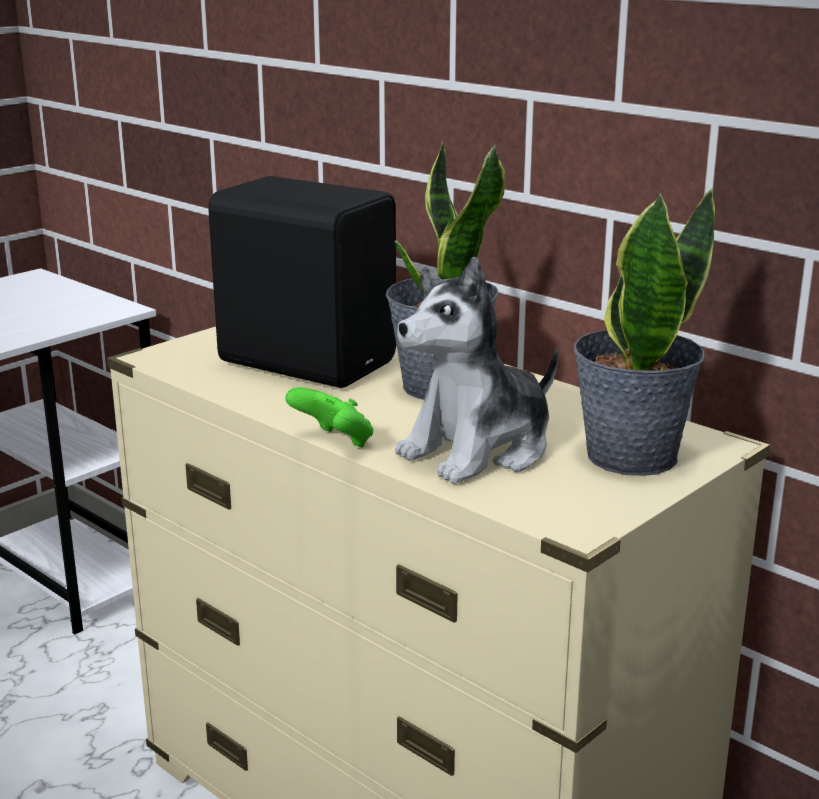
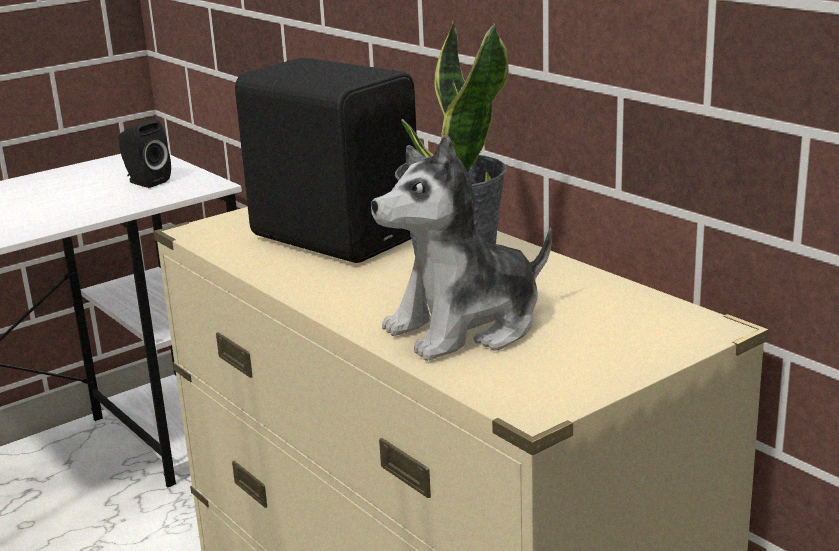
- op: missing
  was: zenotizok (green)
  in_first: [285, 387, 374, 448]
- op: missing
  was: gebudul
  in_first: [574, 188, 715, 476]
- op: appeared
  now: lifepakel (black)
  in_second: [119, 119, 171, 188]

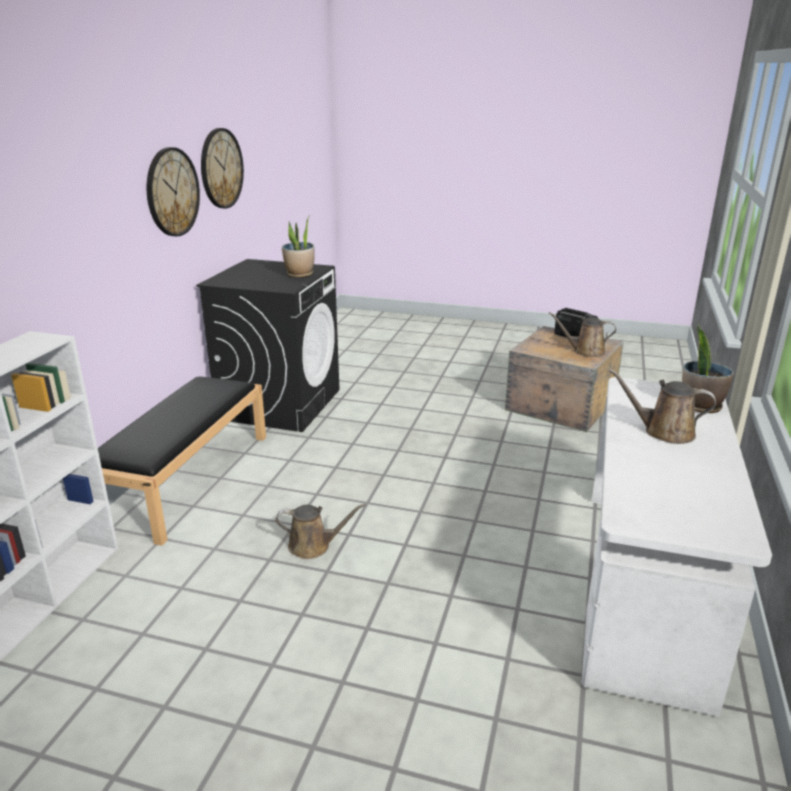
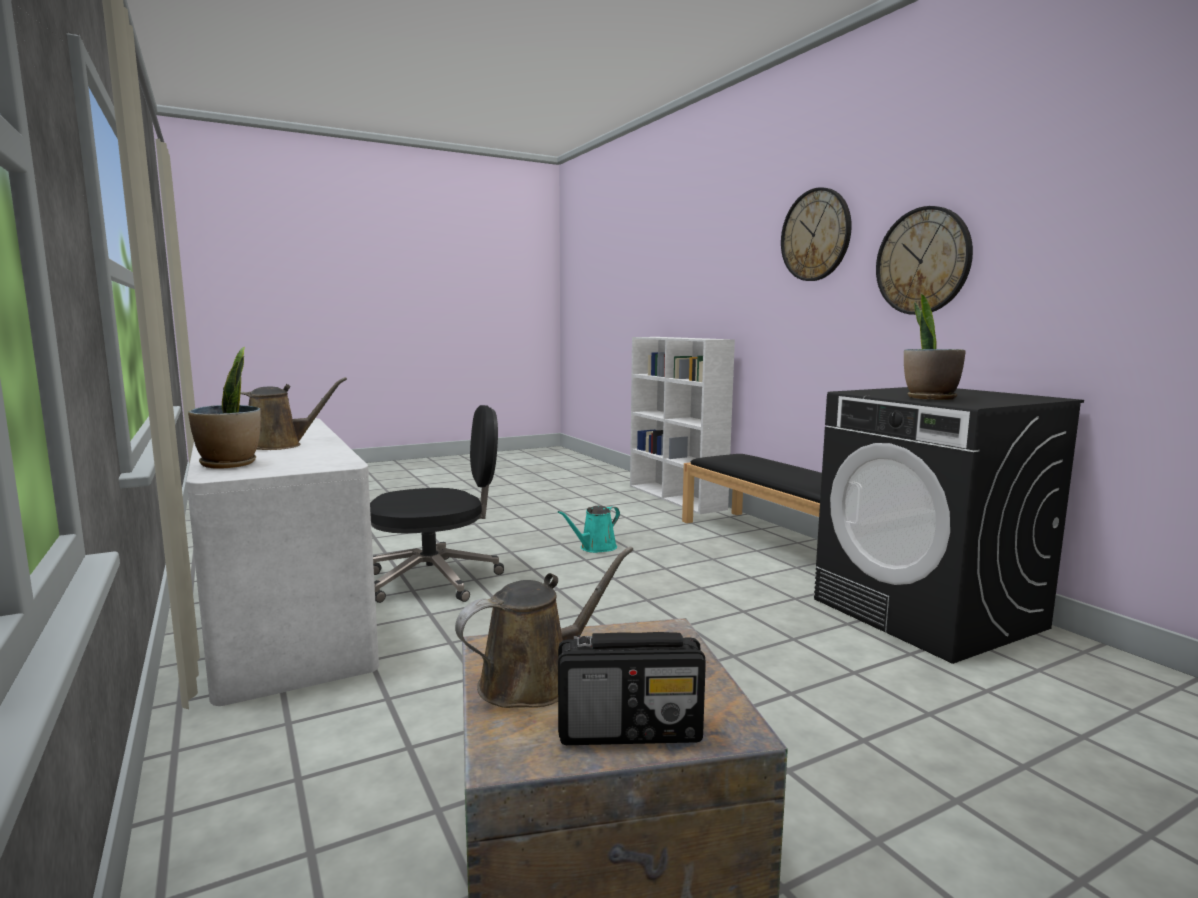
- op: appeared
  now: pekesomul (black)
  in_second: [370, 405, 504, 603]
- op: relocated
  was: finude
  in_first: [201, 128, 244, 208]
  in_second: [781, 187, 852, 281]
- op: colour
  was: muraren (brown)
  now: muraren (turquoise)
  in_first: [275, 504, 365, 559]
  in_second: [558, 506, 620, 553]

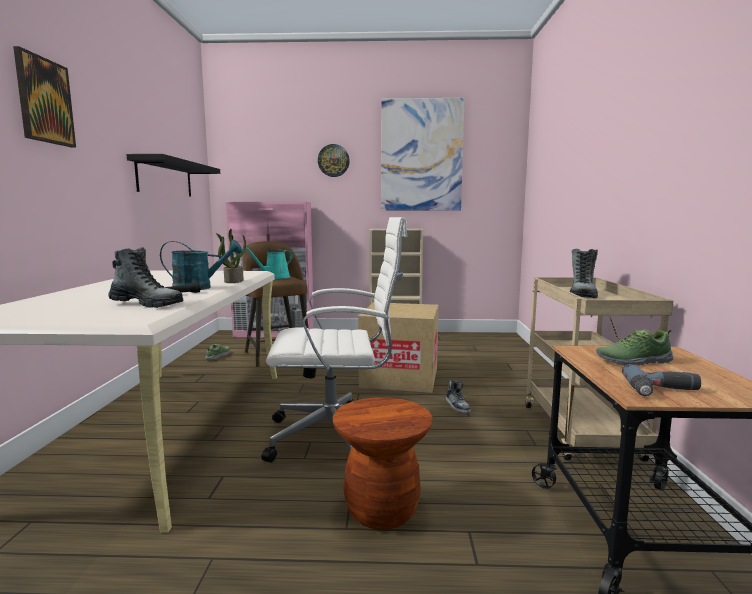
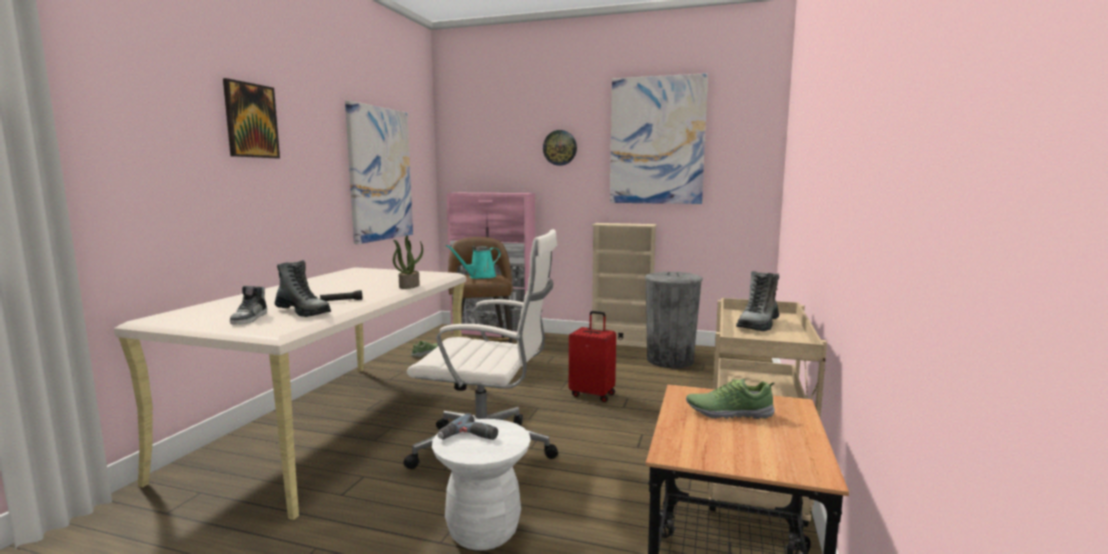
- op: missing
  was: muraren (turquoise)
  in_first: [160, 240, 242, 290]
- op: appeared
  now: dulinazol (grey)
  in_second: [645, 272, 703, 368]
- op: relocated
  was: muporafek
  in_first: [446, 380, 471, 413]
  in_second: [230, 286, 267, 324]
- op: relocated
  was: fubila
  in_first: [622, 364, 701, 396]
  in_second: [438, 413, 498, 440]
- op: exchanged
  was: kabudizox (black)
  now: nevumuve
  in_first: [126, 154, 220, 197]
  in_second: [345, 100, 413, 244]
- op: exchanged
  was: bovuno
  now: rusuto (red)
  in_first: [358, 302, 438, 393]
  in_second: [569, 311, 616, 402]
- op: colour
  was: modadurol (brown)
  now: modadurol (white)
  in_first: [333, 397, 432, 530]
  in_second: [432, 419, 531, 550]

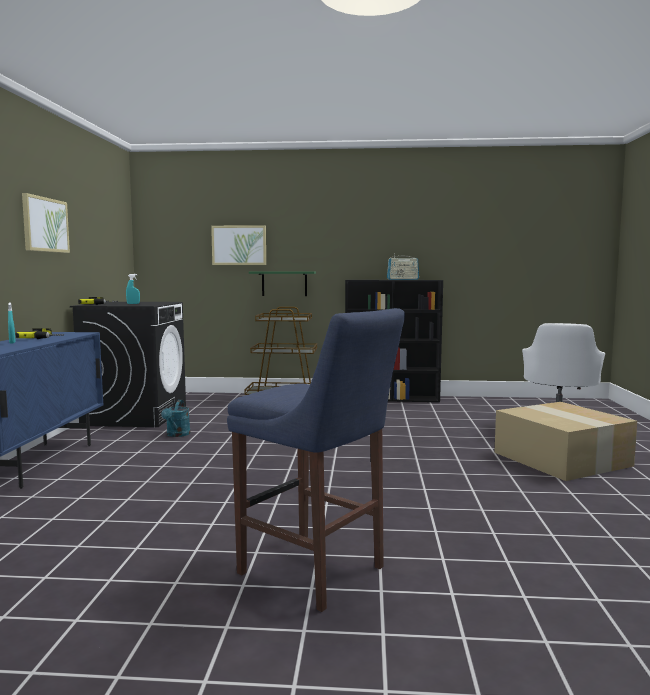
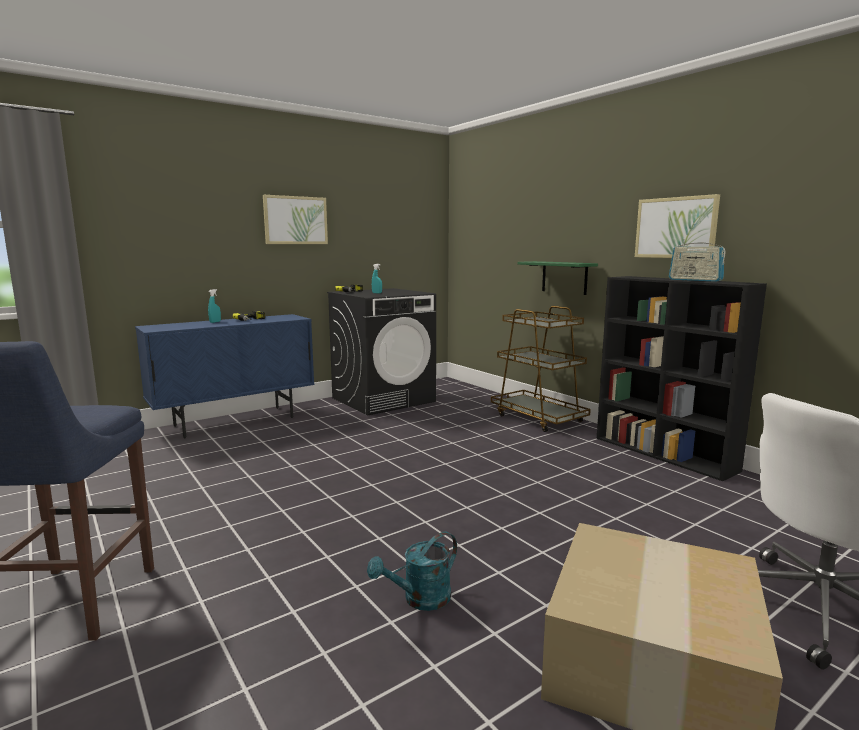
- op: relocated
  was: muraren (turquoise)
  in_first: [161, 400, 191, 437]
  in_second: [367, 531, 457, 611]
- op: relocated
  was: nevumuve
  in_first: [211, 225, 266, 265]
  in_second: [635, 194, 720, 258]

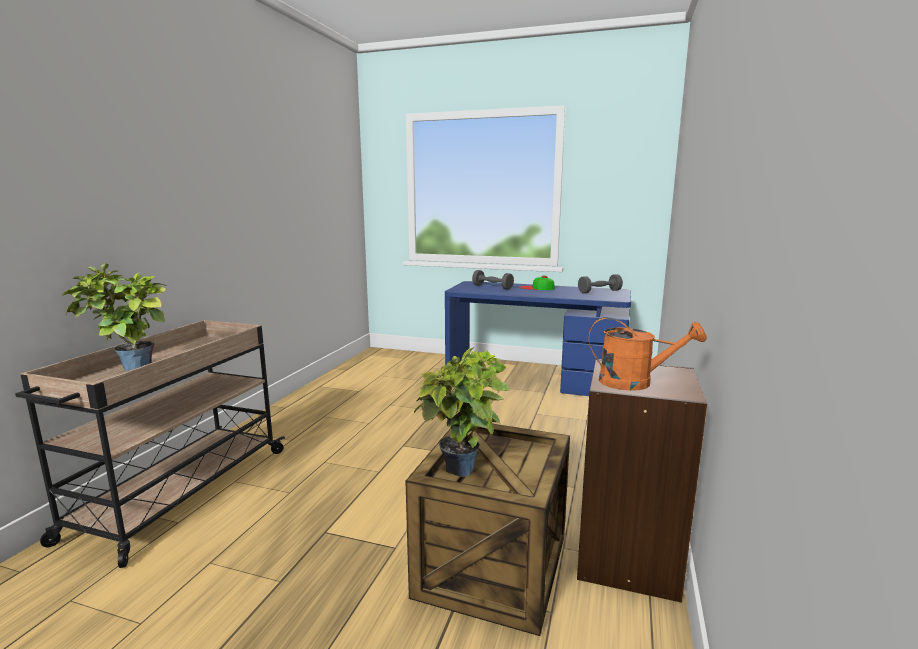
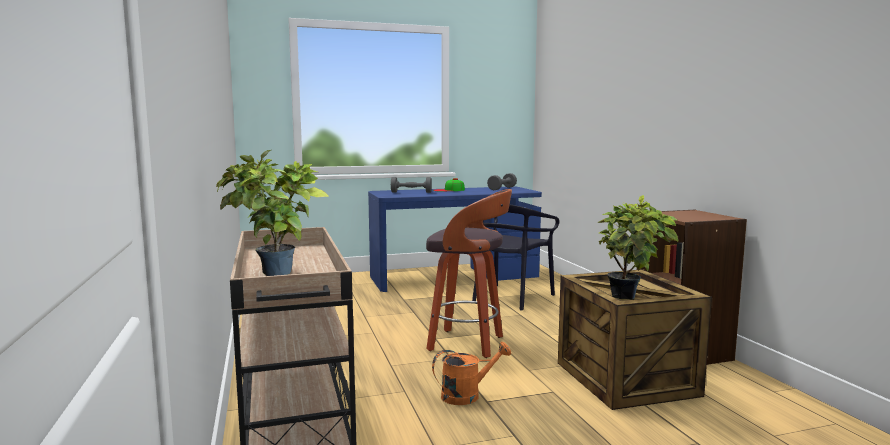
- op: appeared
  now: modadurol
  in_second: [426, 189, 512, 358]
- op: appeared
  now: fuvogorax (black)
  in_second: [472, 205, 559, 311]
- op: relocated
  was: muraren (orange)
  in_first: [589, 317, 707, 391]
  in_second: [432, 342, 511, 405]

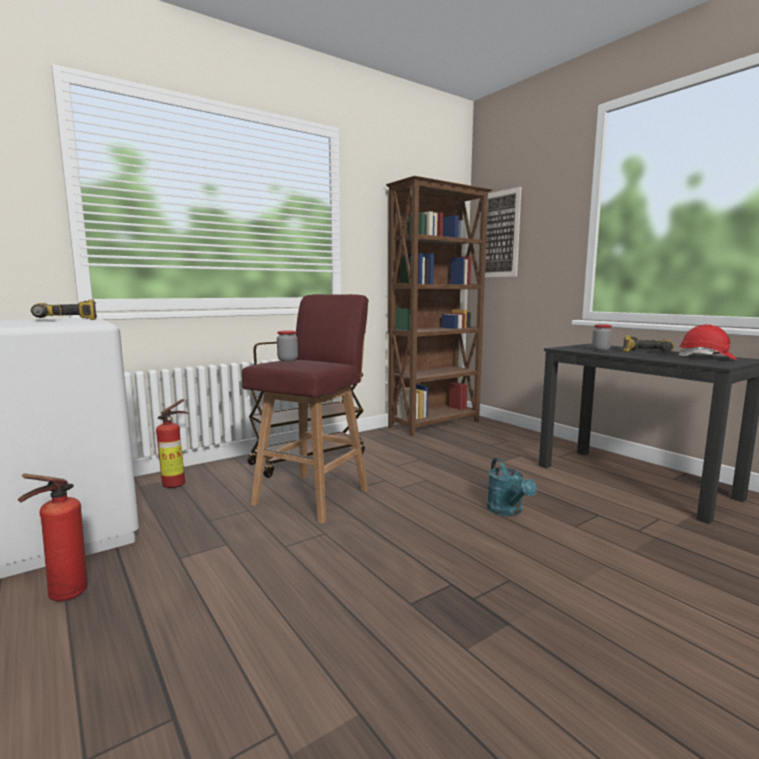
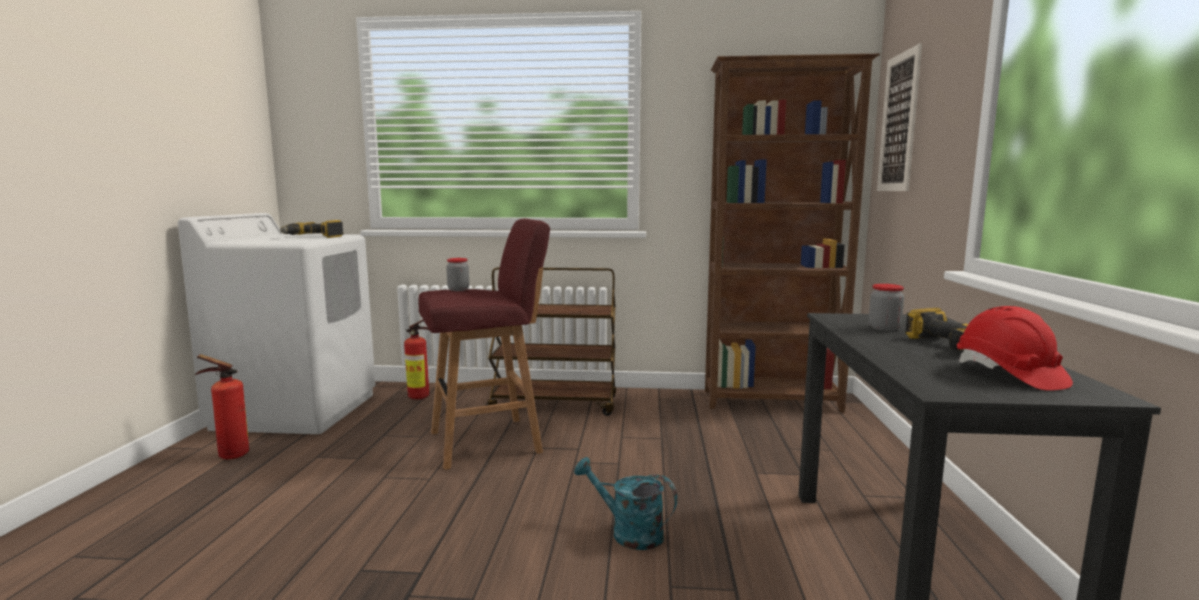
- op: spun
  was: muraren (turquoise)
  in_first: [487, 458, 537, 517]
  in_second: [574, 457, 678, 550]
  clockwise: 90

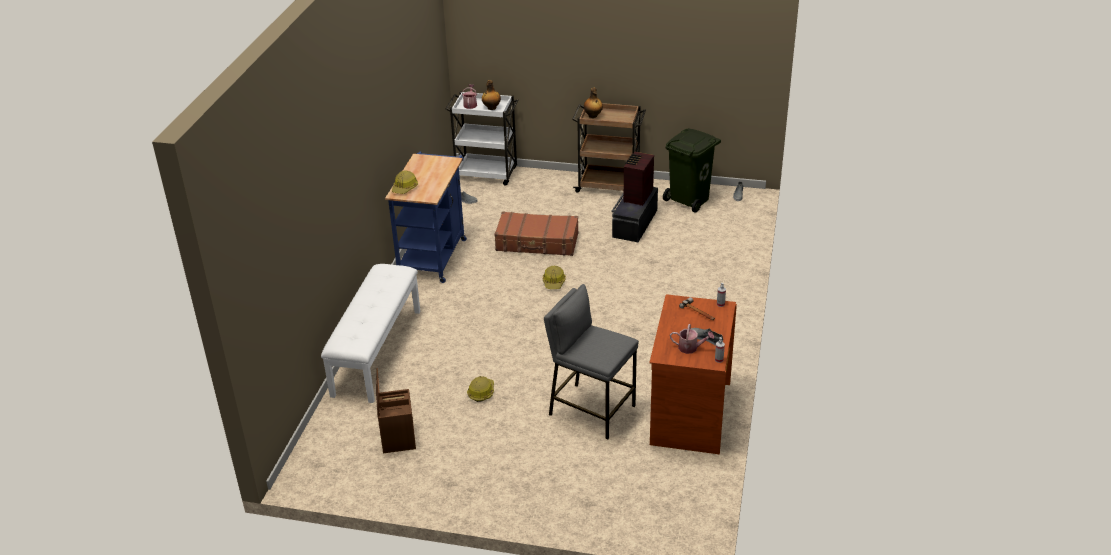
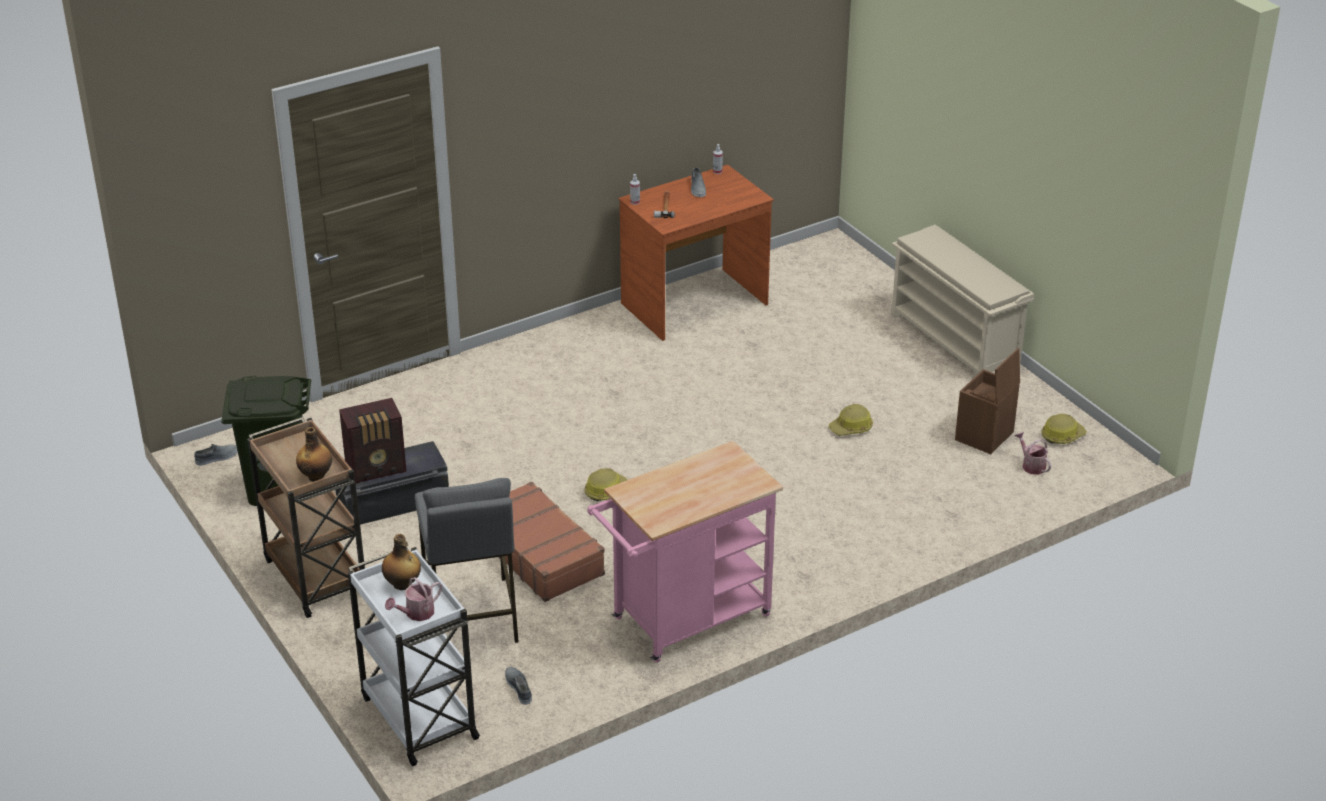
- op: missing
  was: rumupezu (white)
  in_first: [321, 264, 420, 403]
- op: appeared
  now: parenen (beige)
  in_second: [891, 225, 1034, 376]
- op: relocated
  was: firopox
  in_first: [392, 171, 418, 194]
  in_second: [1041, 414, 1087, 444]
- op: relocated
  was: modadurol (grey)
  in_first: [544, 284, 639, 440]
  in_second: [415, 478, 519, 643]
- op: relocated
  was: muraren
  in_first: [670, 324, 714, 354]
  in_second: [1015, 432, 1051, 475]
- op: colour
  was: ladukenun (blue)
  now: ladukenun (pink)
  in_first: [385, 152, 467, 283]
  in_second: [587, 441, 783, 663]

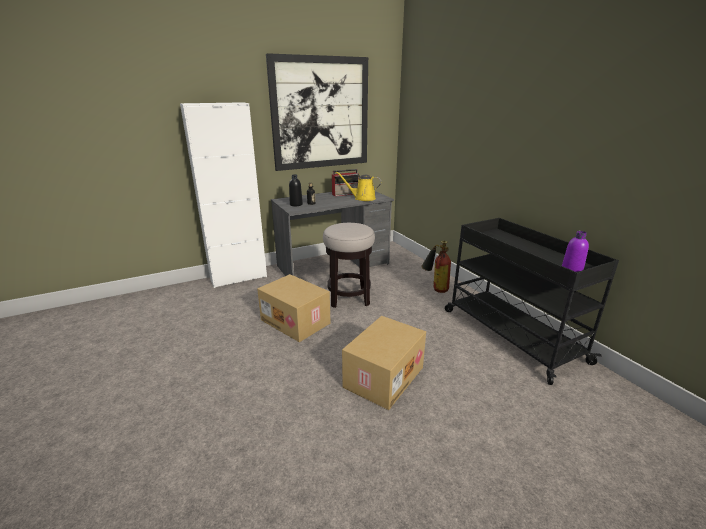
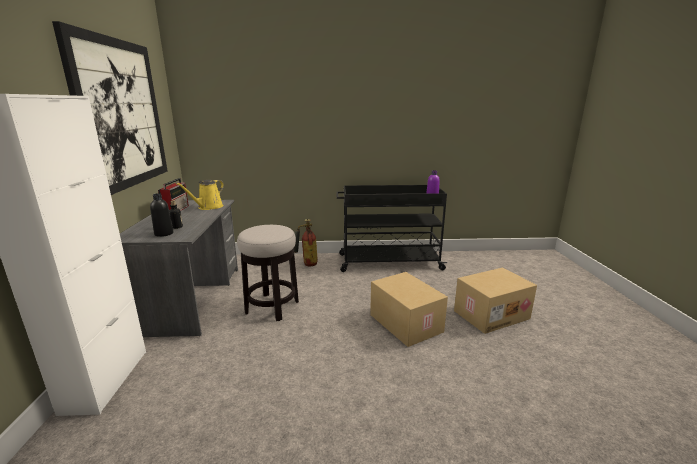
- op: relocated
  was: bovuno
  in_first: [257, 274, 331, 342]
  in_second: [454, 268, 537, 334]

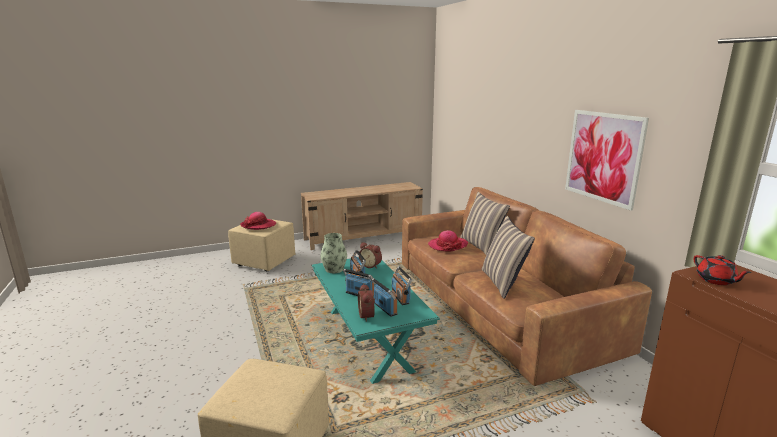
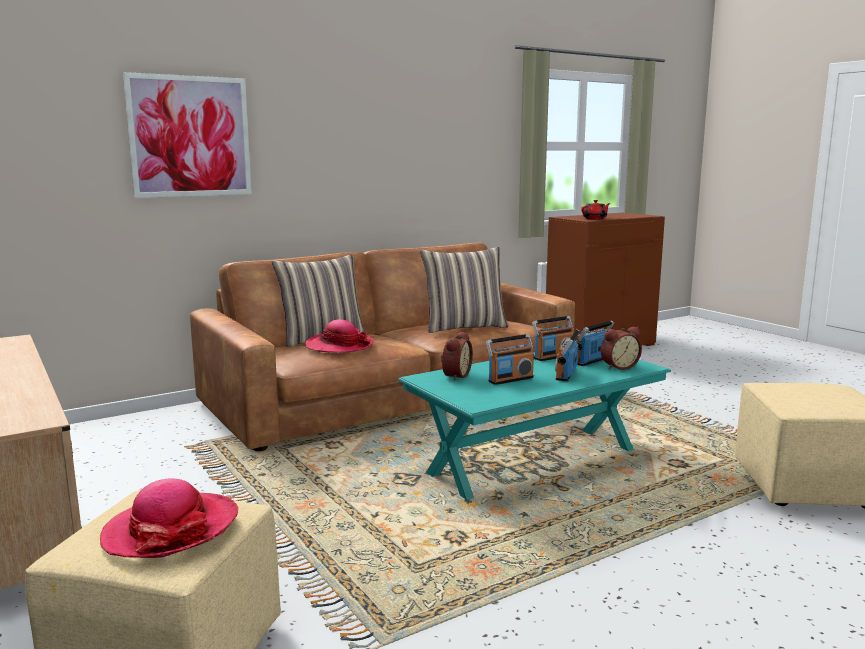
- op: missing
  was: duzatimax
  in_first: [320, 233, 347, 273]
- op: relocated
  was: nevumuve
  in_first: [565, 110, 649, 211]
  in_second: [123, 72, 252, 198]

